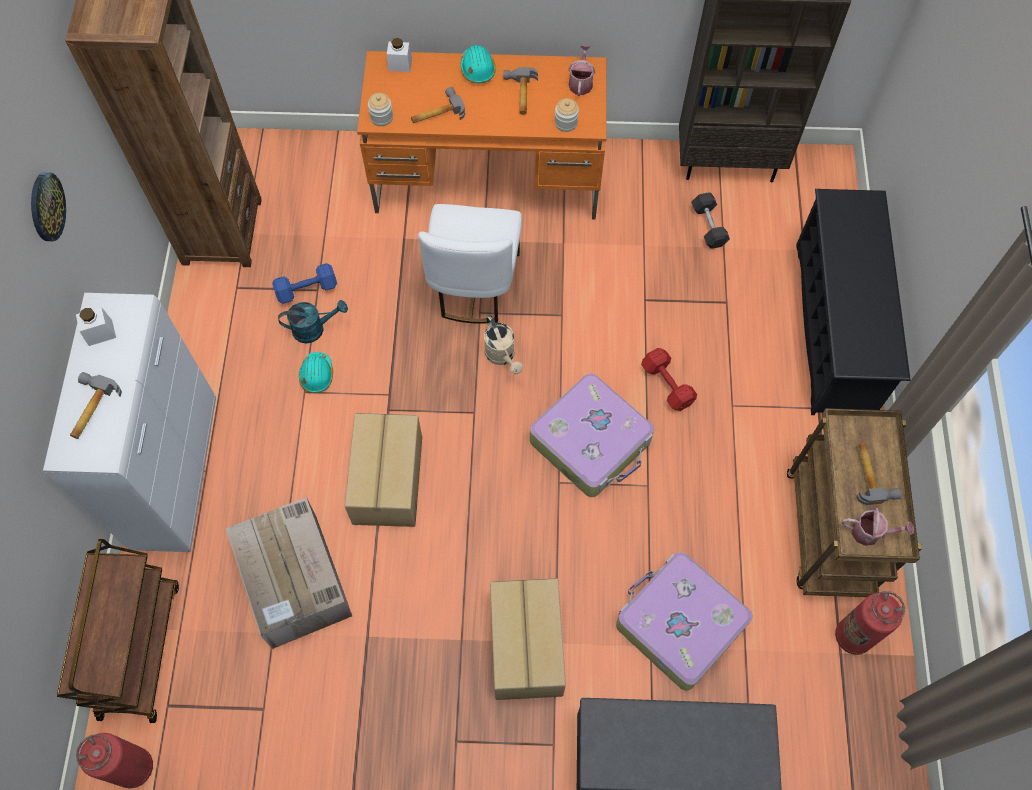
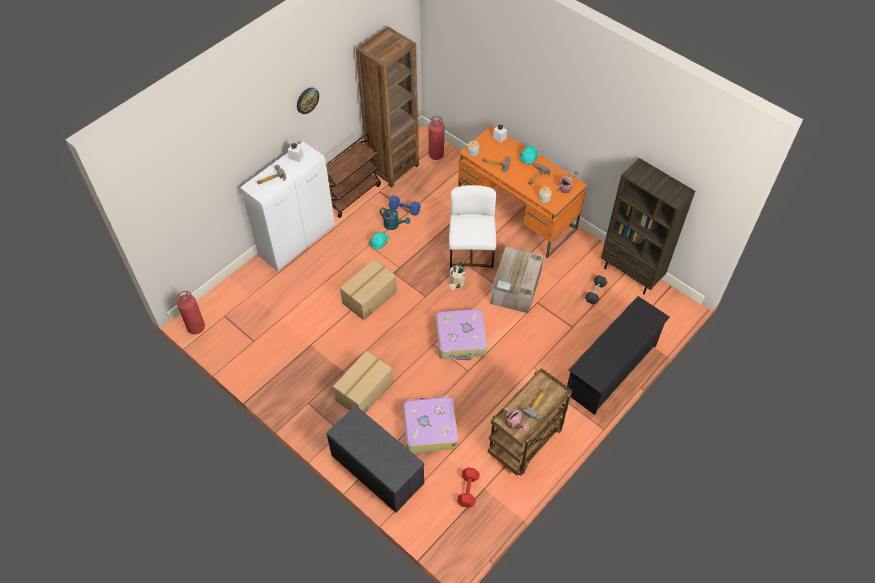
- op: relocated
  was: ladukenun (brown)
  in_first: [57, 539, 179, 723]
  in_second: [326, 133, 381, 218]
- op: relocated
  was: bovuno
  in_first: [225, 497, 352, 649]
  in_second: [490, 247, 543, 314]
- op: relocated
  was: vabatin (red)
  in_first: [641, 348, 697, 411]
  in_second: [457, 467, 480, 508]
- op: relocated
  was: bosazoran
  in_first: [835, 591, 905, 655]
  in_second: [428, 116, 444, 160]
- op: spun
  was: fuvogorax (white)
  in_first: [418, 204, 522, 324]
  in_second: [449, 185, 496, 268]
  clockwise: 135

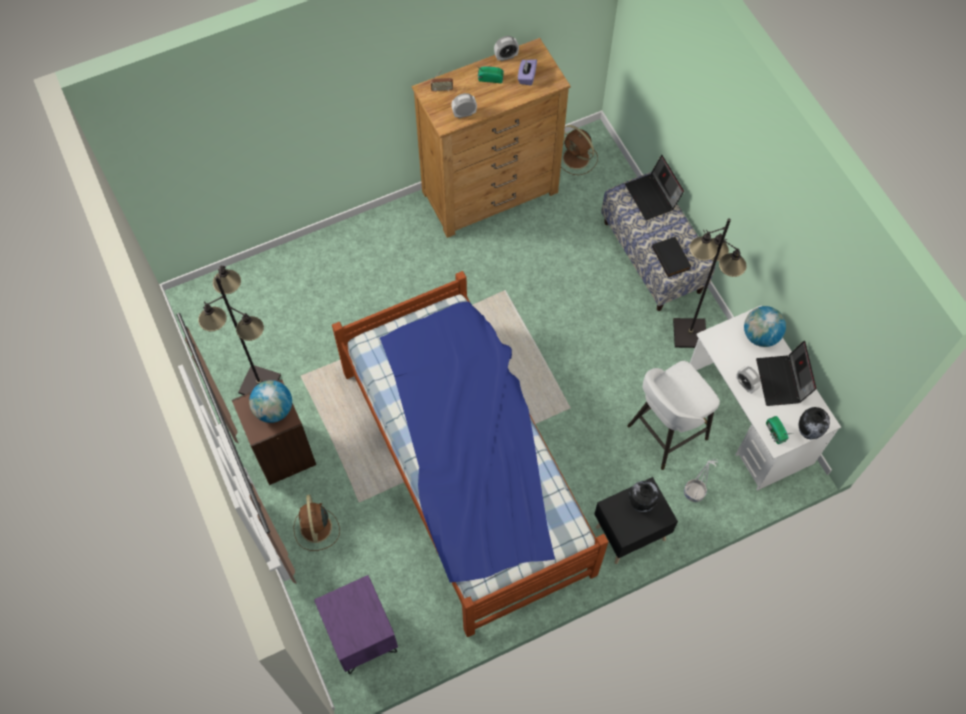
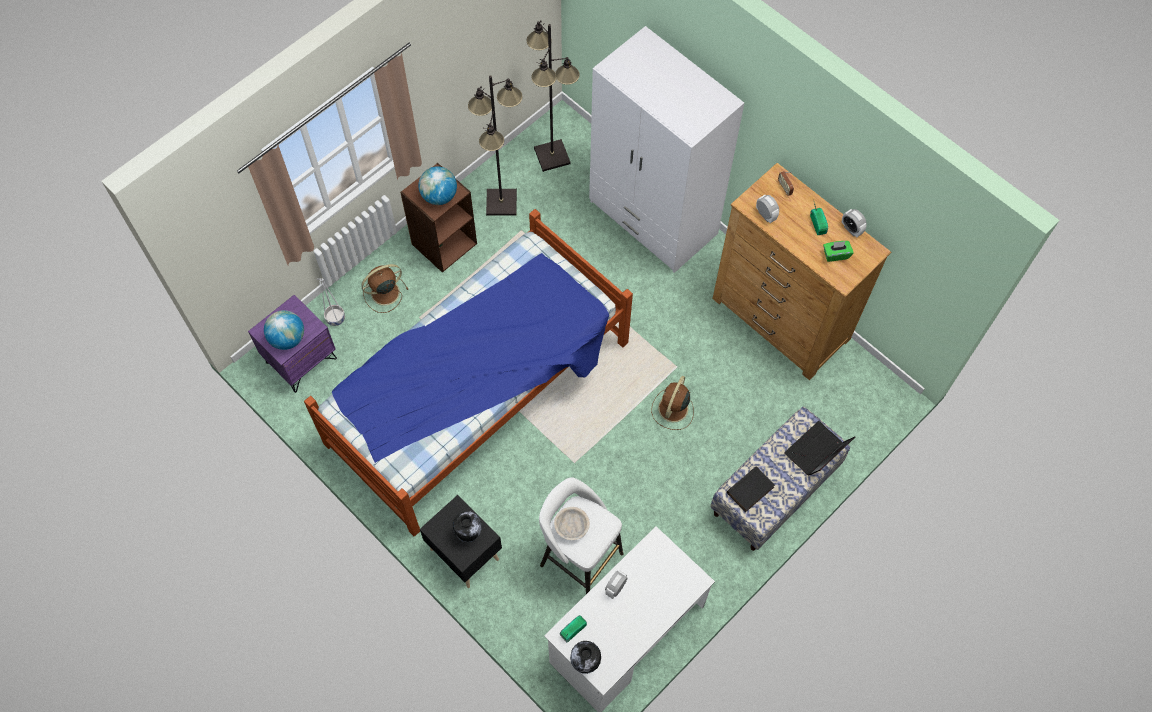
- op: missing
  was: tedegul
  in_first: [756, 341, 816, 406]
- op: appeared
  now: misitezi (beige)
  in_second: [554, 507, 590, 540]
- op: appeared
  now: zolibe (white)
  in_second: [589, 26, 744, 273]
- op: relocated
  was: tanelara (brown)
  in_first: [561, 125, 598, 175]
  in_second: [651, 376, 694, 430]
- op: relocated
  was: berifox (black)
  in_first: [673, 218, 747, 348]
  in_second: [527, 20, 580, 172]
- op: relocated
  was: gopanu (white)
  in_first: [684, 459, 718, 502]
  in_second: [316, 278, 345, 326]
- op: relocated
  was: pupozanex
  in_first: [744, 306, 786, 347]
  in_second: [264, 310, 304, 350]
- op: colour
  was: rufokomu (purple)
  now: rufokomu (green)
  in_first: [518, 60, 537, 86]
  in_second: [823, 241, 854, 262]

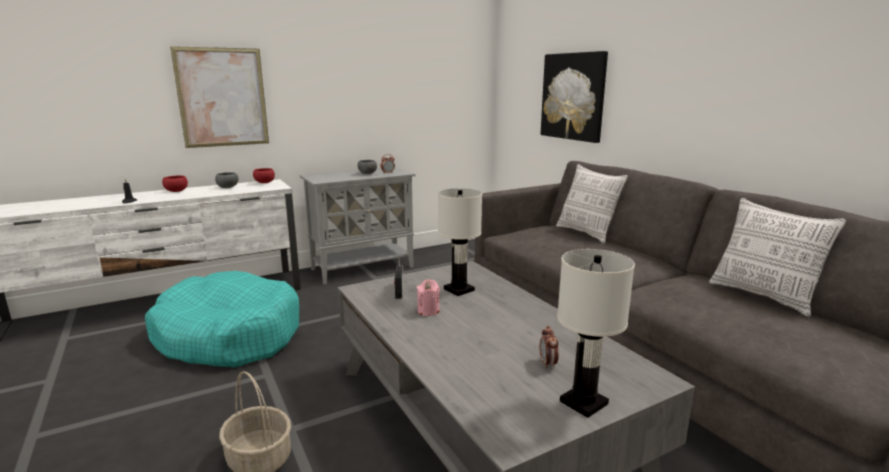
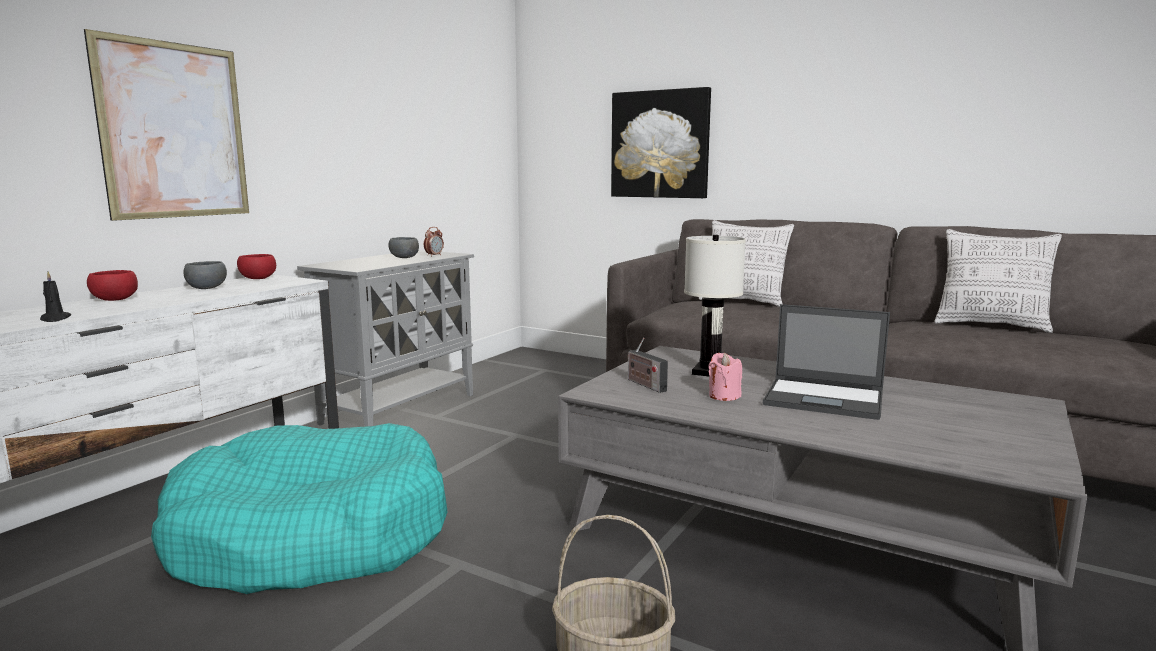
- op: missing
  was: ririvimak
  in_first: [539, 326, 559, 369]
- op: missing
  was: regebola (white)
  in_first: [557, 249, 635, 418]
- op: appeared
  now: tedegul
  in_second: [763, 304, 890, 420]

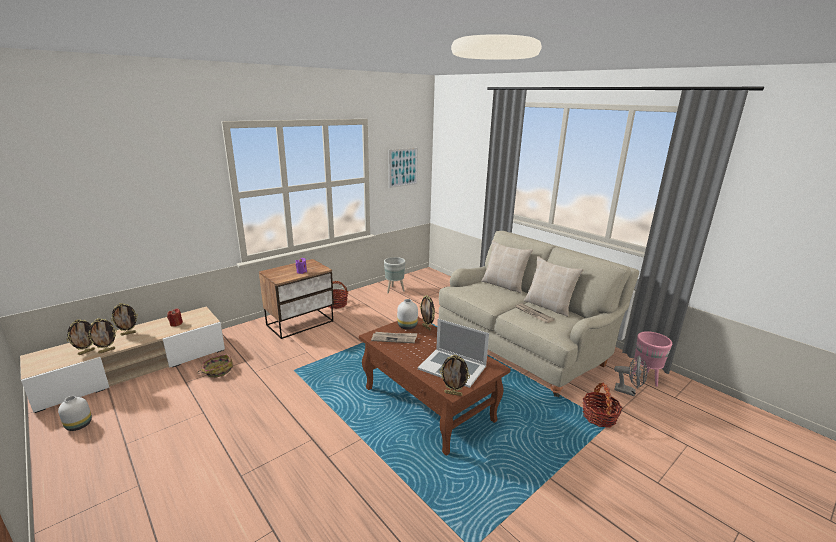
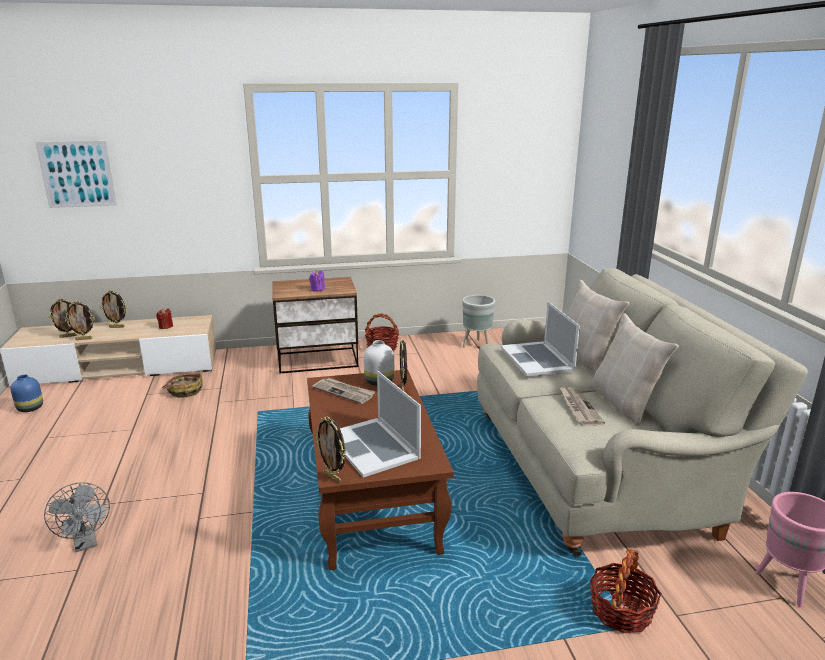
- op: appeared
  now: tedegul
  in_second: [501, 301, 580, 376]
- op: relocated
  was: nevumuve
  in_first: [389, 148, 418, 188]
  in_second: [35, 141, 117, 208]
- op: relocated
  was: tanelara (grey)
  in_first: [614, 355, 647, 396]
  in_second: [44, 482, 110, 552]
- op: colour
  was: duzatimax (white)
  now: duzatimax (blue)
  in_first: [58, 396, 92, 431]
  in_second: [11, 375, 43, 412]

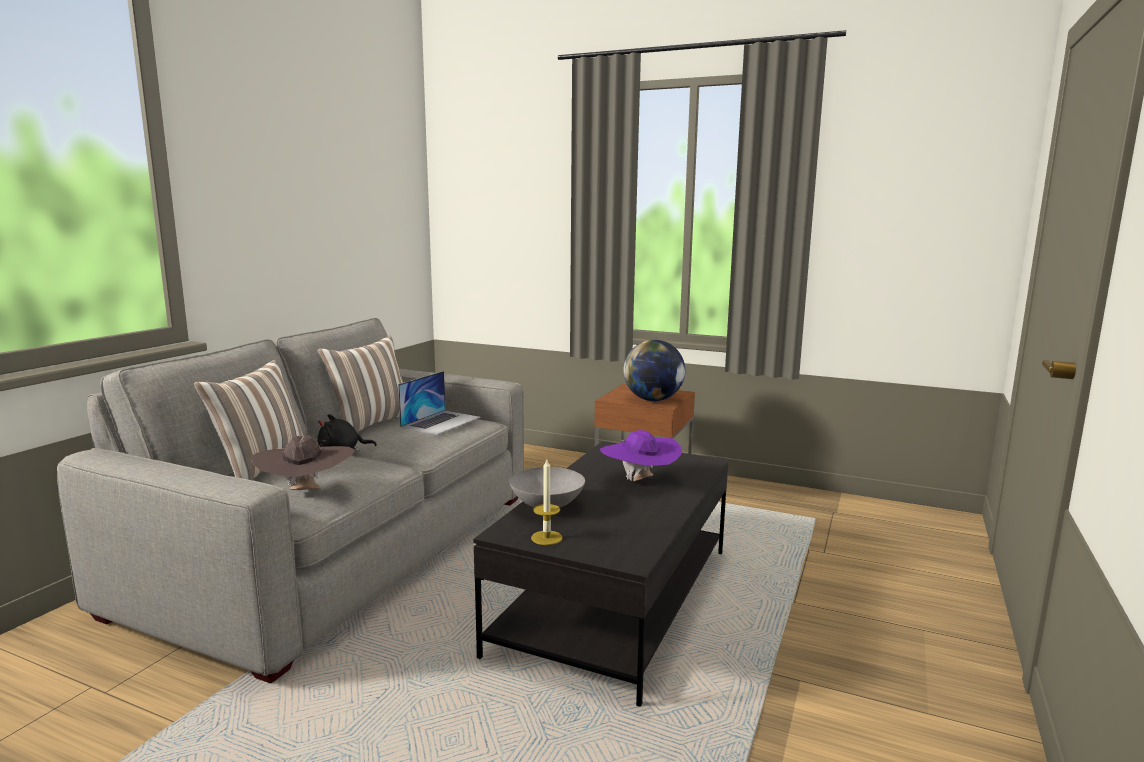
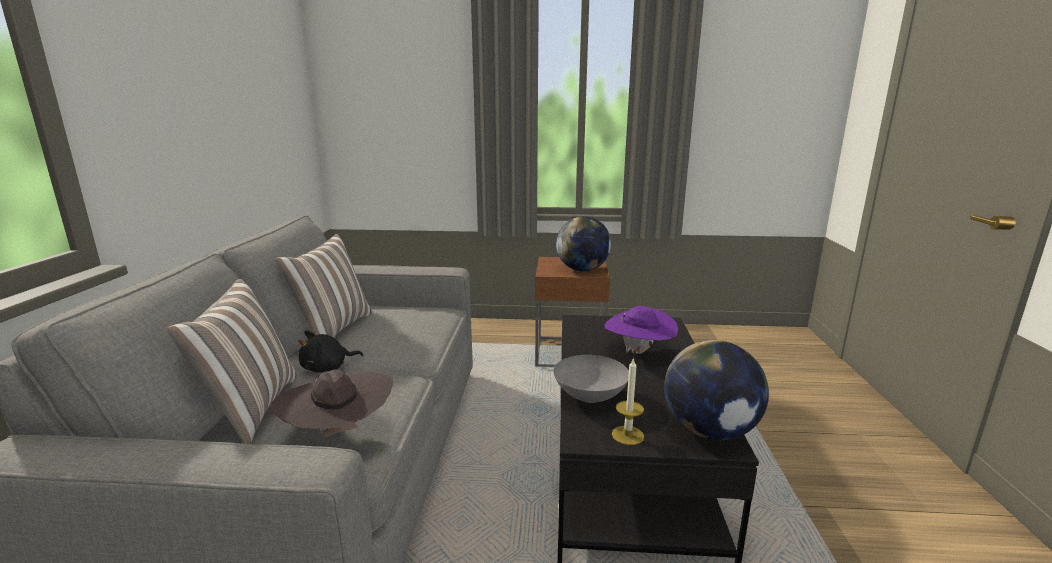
- op: missing
  was: tedegul
  in_first: [398, 371, 480, 435]
- op: appeared
  now: pupozanex
  in_second: [664, 340, 769, 440]

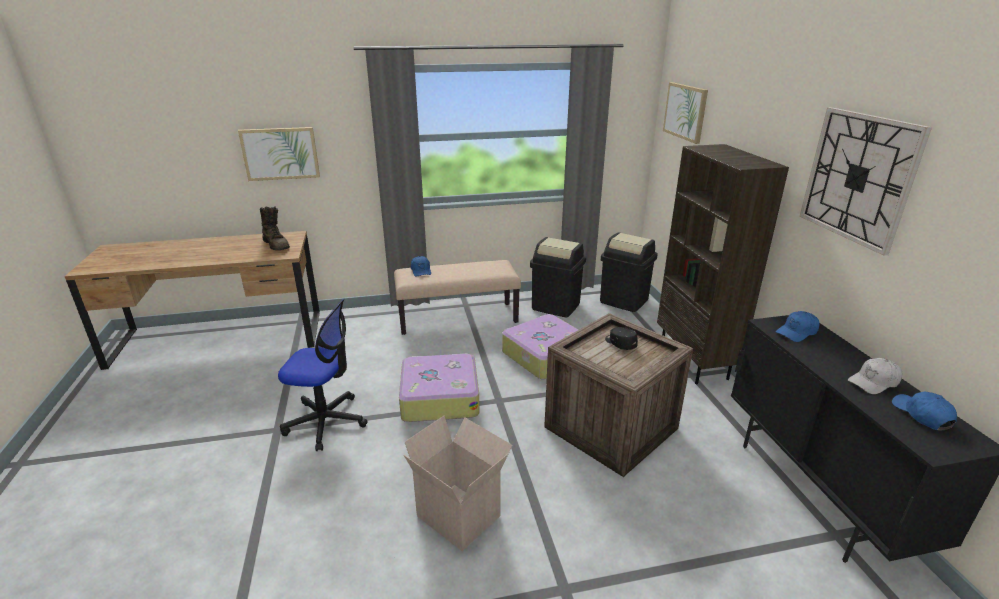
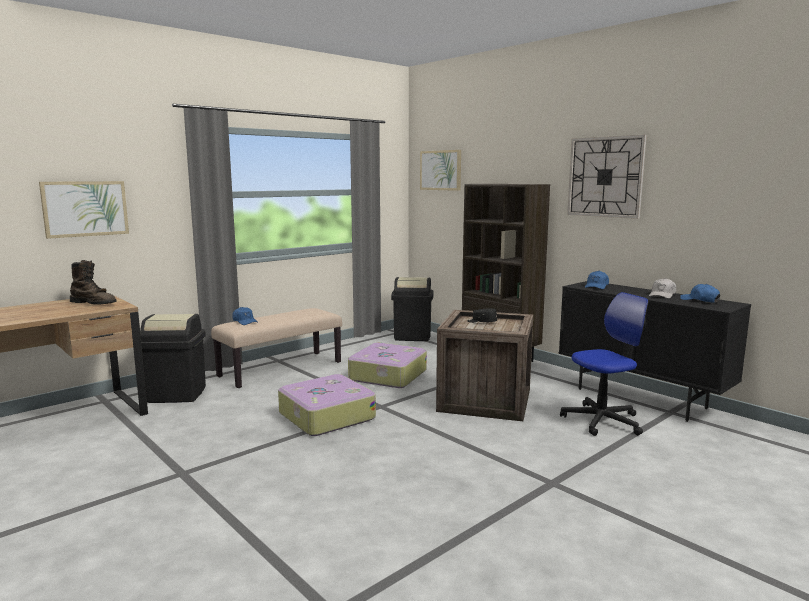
- op: missing
  was: bovuno
  in_first: [404, 416, 513, 551]
- op: relocated
  was: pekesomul
  in_first: [278, 298, 368, 451]
  in_second: [560, 292, 648, 436]
- op: relocated
  was: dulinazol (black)
  in_first: [530, 237, 586, 318]
  in_second: [140, 314, 206, 403]

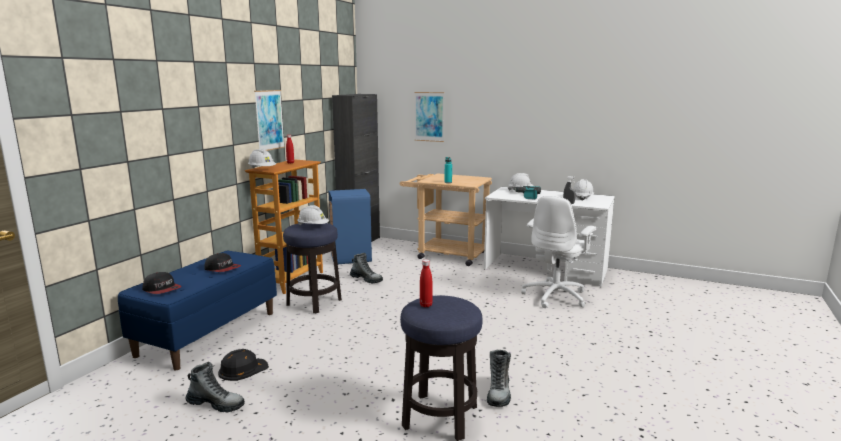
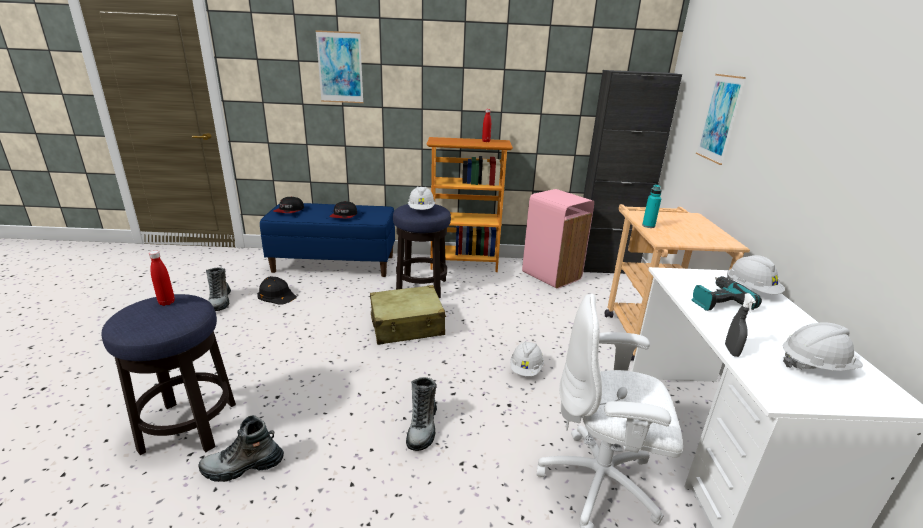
- op: appeared
  now: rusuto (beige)
  in_second: [370, 285, 446, 345]
- op: relocated
  was: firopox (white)
  in_first: [248, 149, 276, 168]
  in_second: [510, 341, 544, 376]
- op: relocated
  was: nevumuve
  in_first: [254, 90, 285, 151]
  in_second: [315, 30, 364, 103]
- op: relocated
  was: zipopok
  in_first: [350, 253, 383, 284]
  in_second: [406, 377, 437, 451]
- op: colour
  was: dulinazol (blue)
  now: dulinazol (pink)
  in_first: [329, 189, 372, 264]
  in_second: [522, 189, 594, 289]

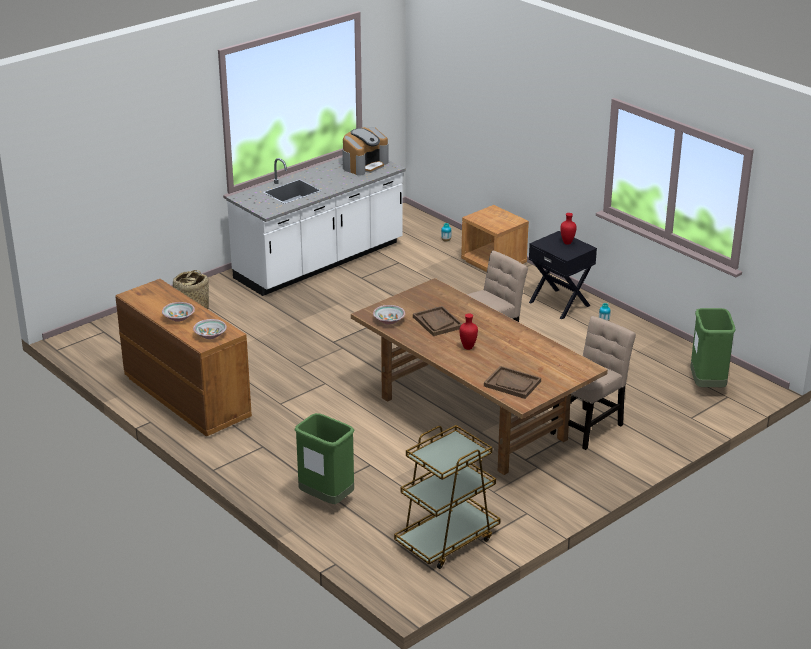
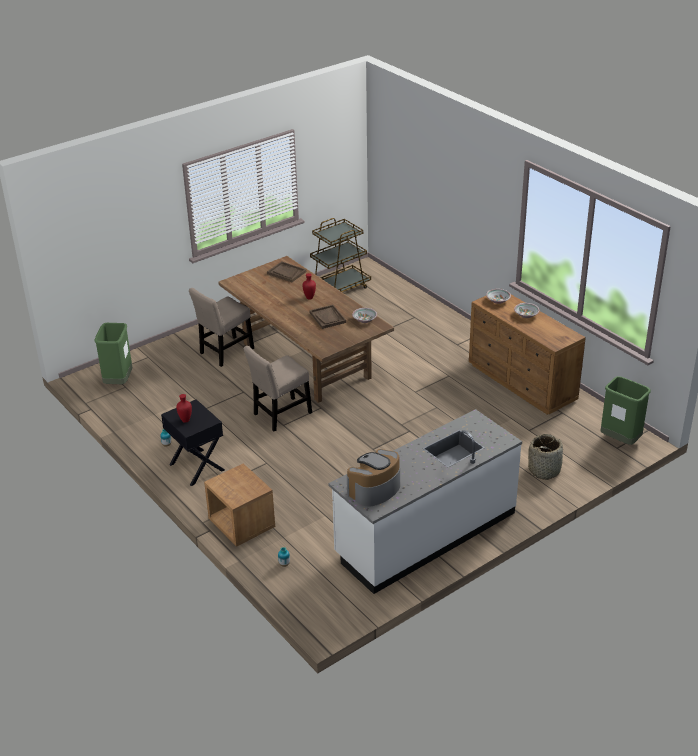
- op: relocated
  was: dulinazol (green)
  in_first: [294, 413, 354, 504]
  in_second: [600, 376, 651, 445]

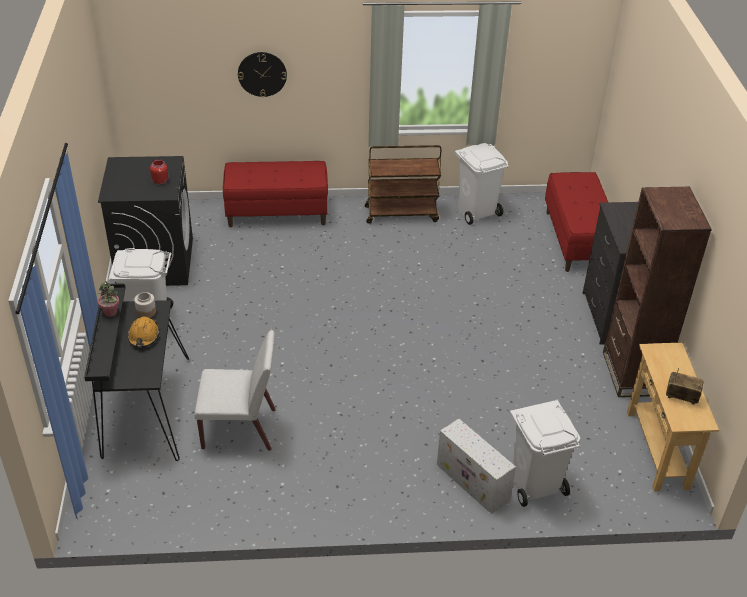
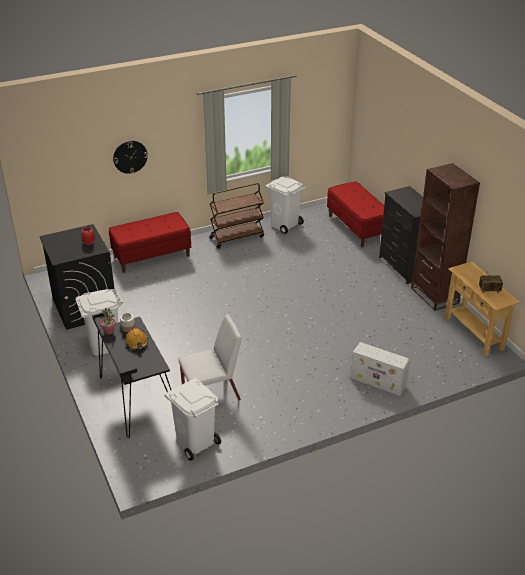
- op: relocated
  was: dulinazol (white)
  in_first: [510, 400, 580, 507]
  in_second: [165, 378, 221, 461]

